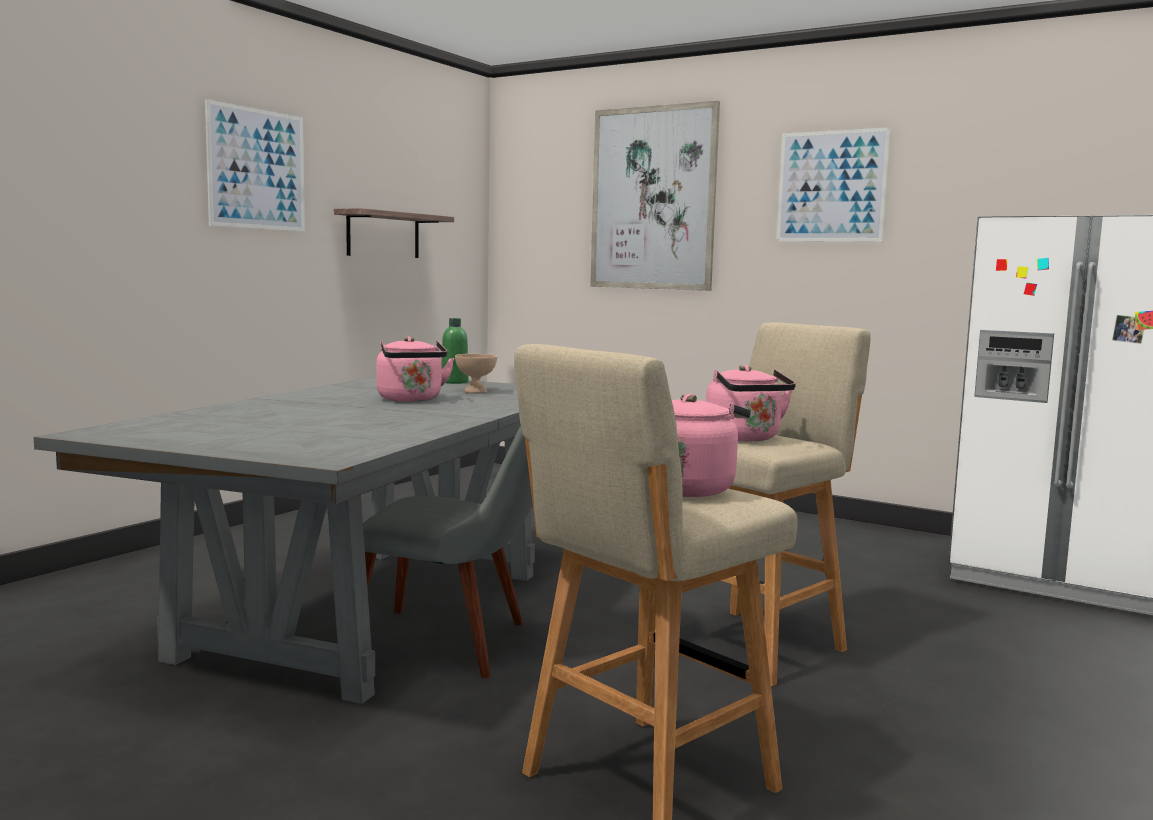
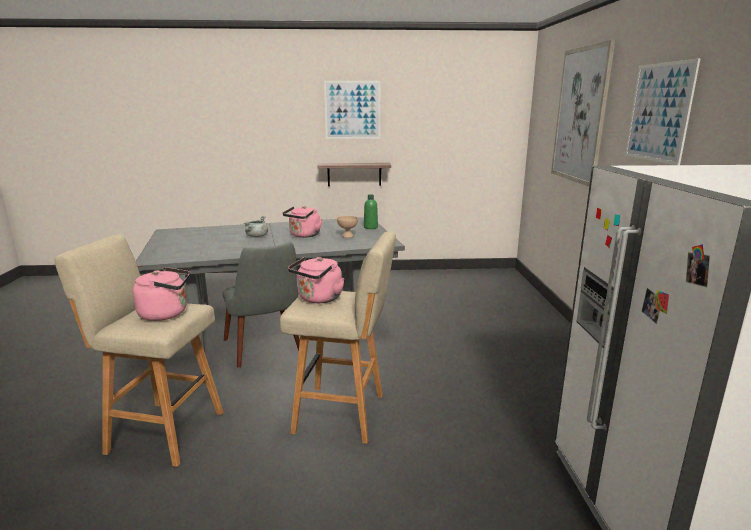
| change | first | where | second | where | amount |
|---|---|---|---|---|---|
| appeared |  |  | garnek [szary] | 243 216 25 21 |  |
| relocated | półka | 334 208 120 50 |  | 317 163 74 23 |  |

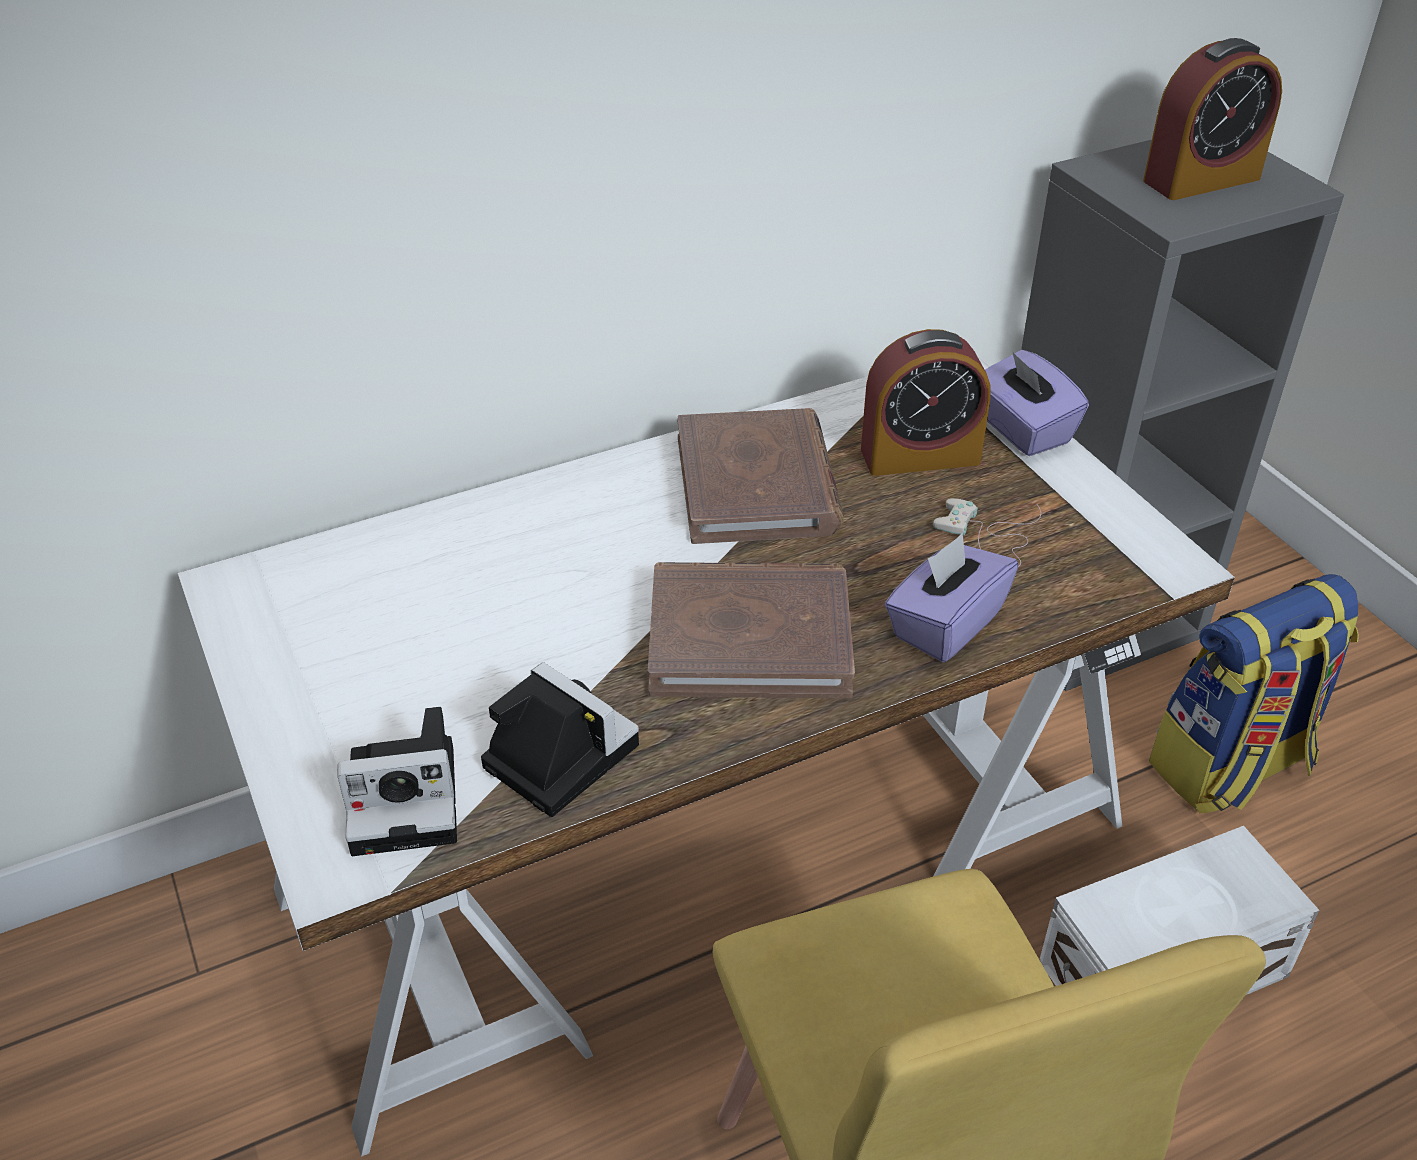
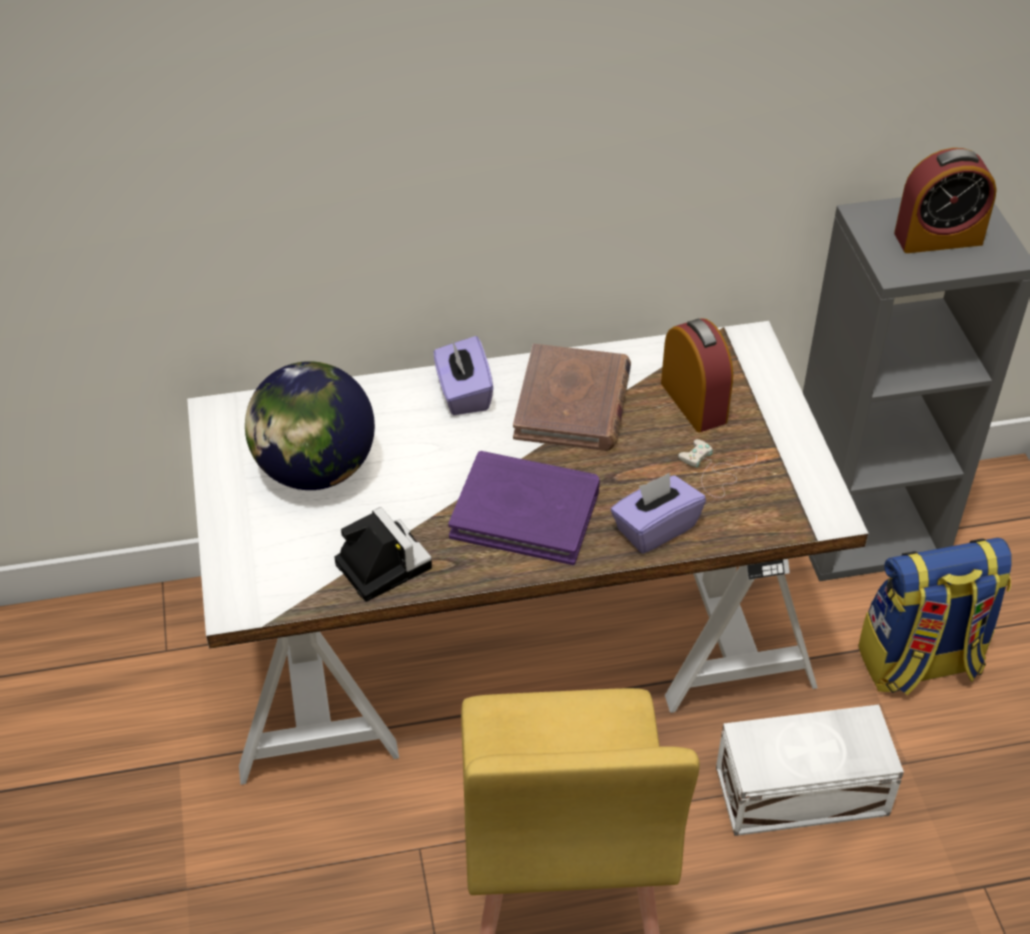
| change | first | where | second | where | amount |
|---|---|---|---|---|---|
| missing | aparat fotograficzny | 337 707 120 149 |  |  |  |
| appeared |  |  | globus | 245 361 130 129 |  |
| relocated | pudełko chusteczek [fioletowy] | 985 350 104 106 |  | 434 336 59 79 |  |
| colour | książka [brązowy] | 648 562 207 136 | książka [fioletowy] | 448 451 152 114 |  |
| spun | budzik | 861 329 130 147 |  | 661 319 72 113 | 120 degrees counterclockwise |

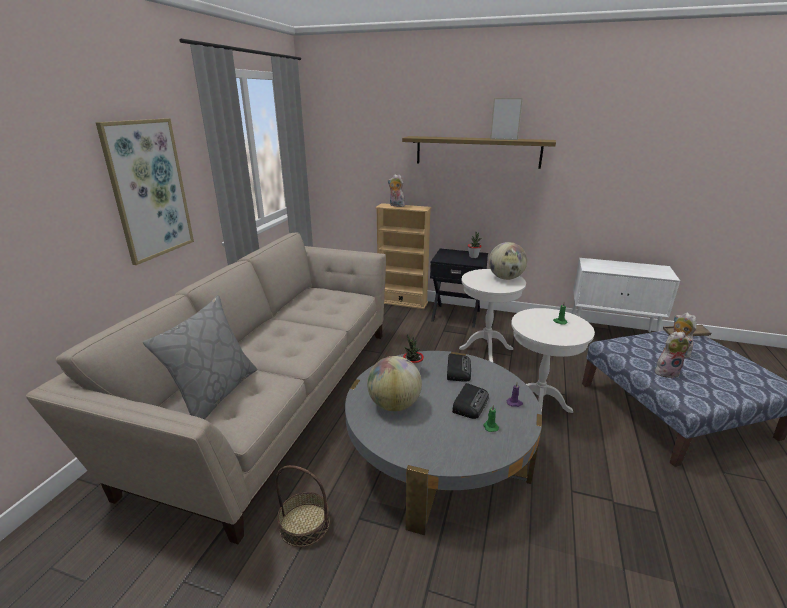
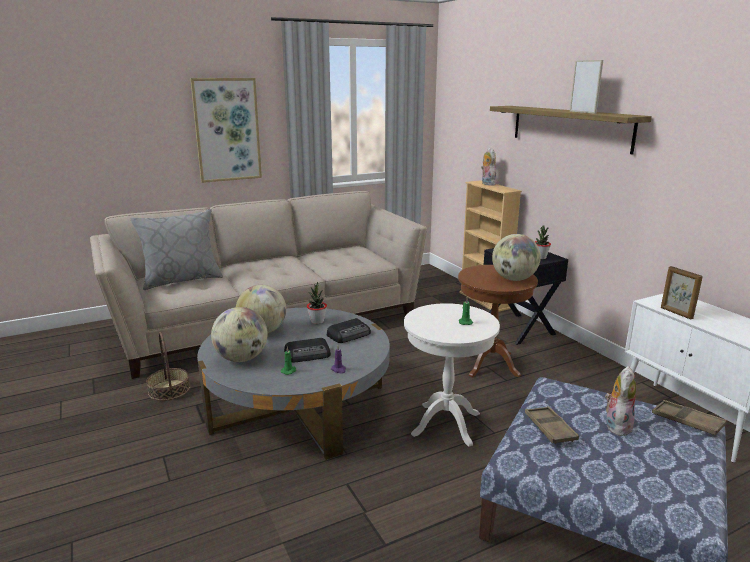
| change | first | where | second | where | amount |
|---|---|---|---|---|---|
| appeared |  |  | globus | 211 307 57 55 |  |
| appeared |  |  | ramka na zdjęcie | 661 266 42 53 |  |
| exchanged | pluszak | 655 332 38 46 | taca [brązowy] | 525 406 54 38 |  |
| colour | stolik [biały] | 459 269 67 93 | stolik [brązowy] | 458 265 80 112 |  |

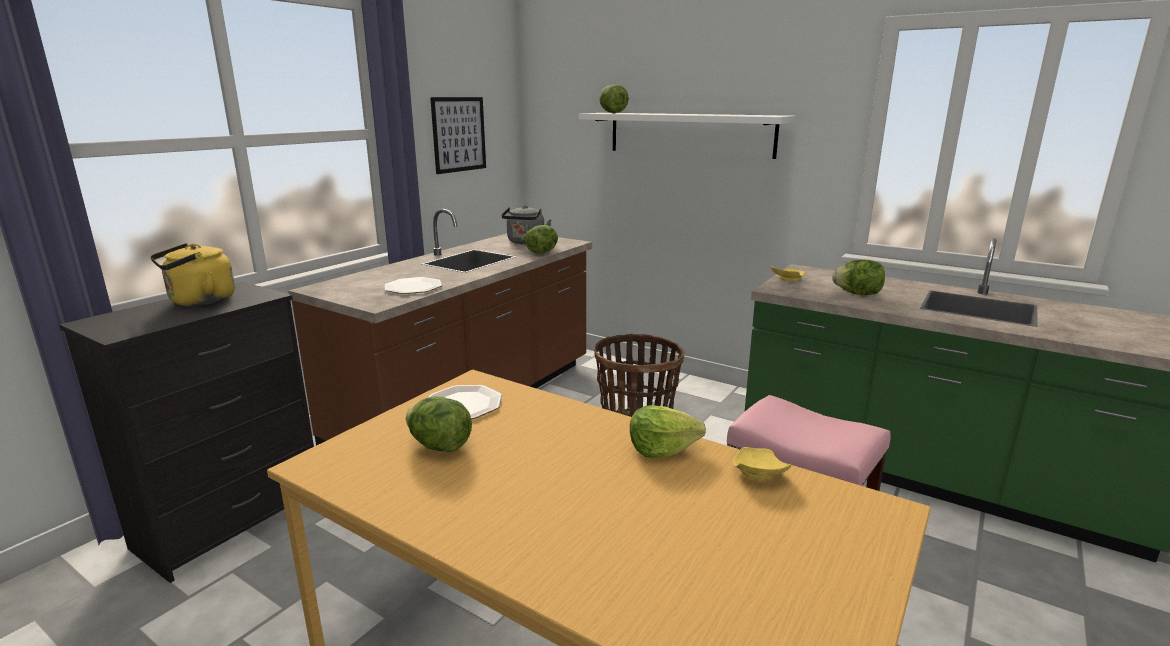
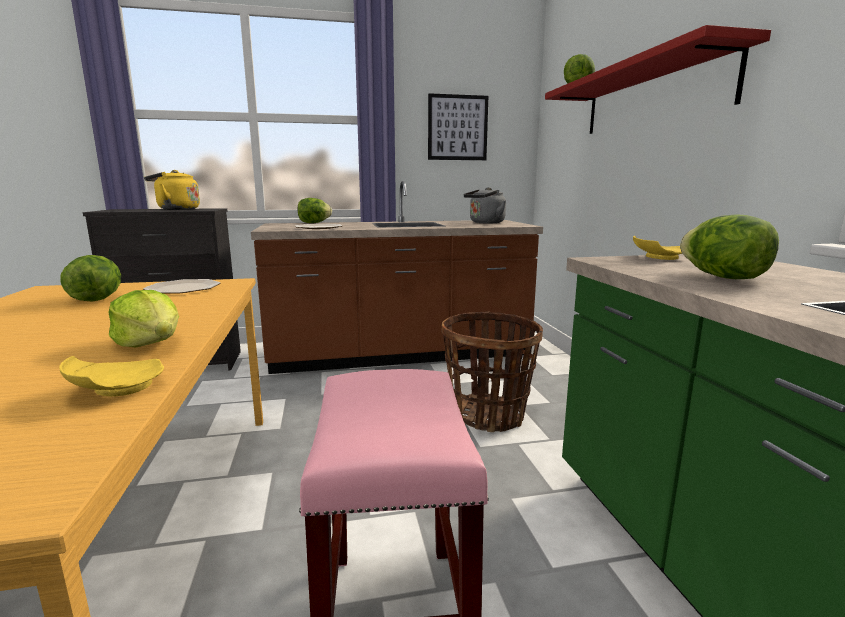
| change | first | where | second | where | amount |
|---|---|---|---|---|---|
| relocated | sałata | 525 225 33 29 |  | 297 198 35 25 |  |
| colour | półka [biały] | 579 113 217 46 | półka [czerwony] | 545 25 226 109 |  |

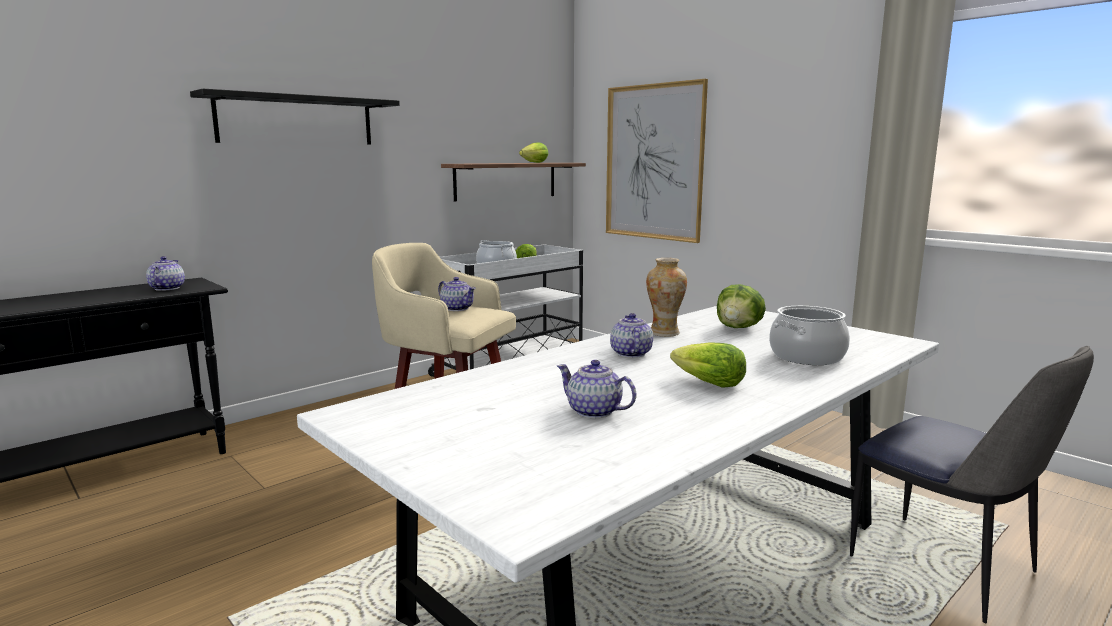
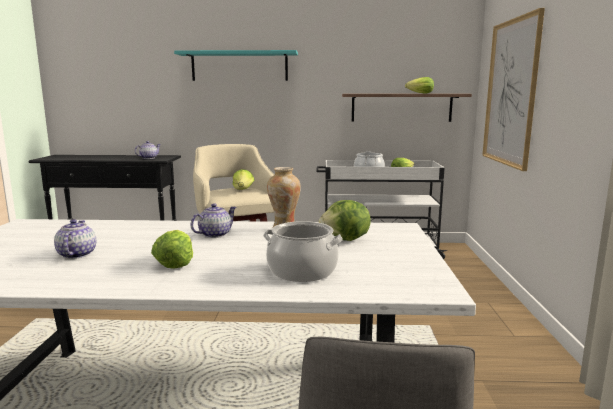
| change | first | where | second | where | amount |
|---|---|---|---|---|---|
| exchanged | imbryk | 438 277 38 34 | sałata | 233 169 21 21 |  |
| colour | półka [czarny] | 190 89 210 56 | półka [turkusowy] | 174 50 124 31 |  |

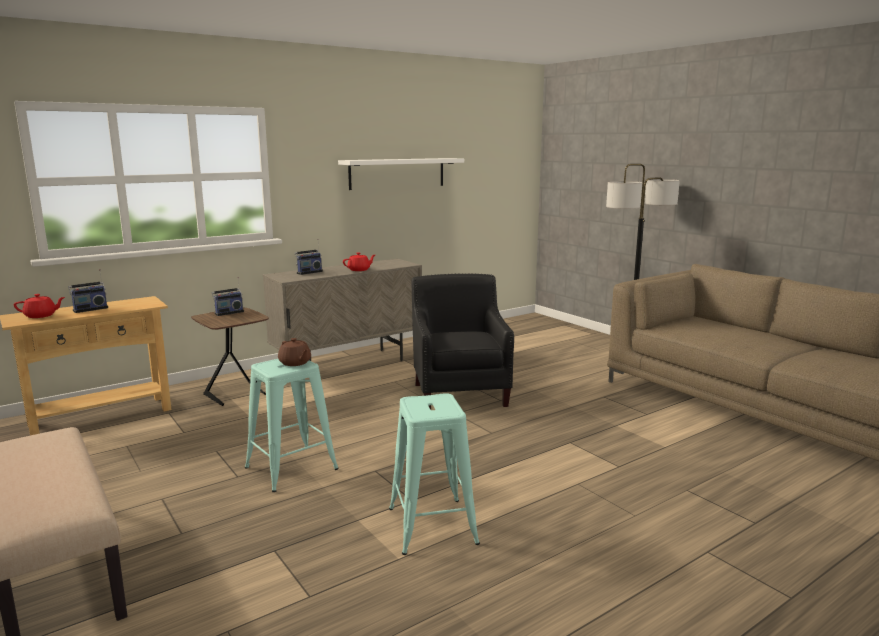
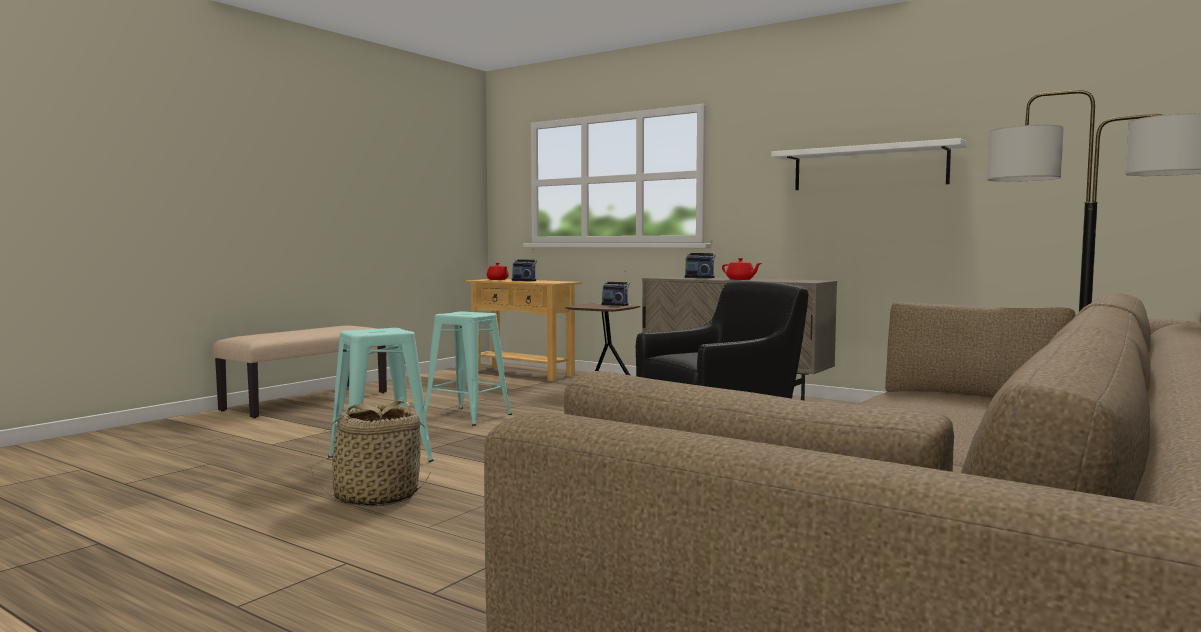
| change | first | where | second | where | amount |
|---|---|---|---|---|---|
| missing | imbryk [brązowy] | 278 338 33 28 |  |  |  |
| appeared |  |  | koszyk | 311 400 119 107 |  |

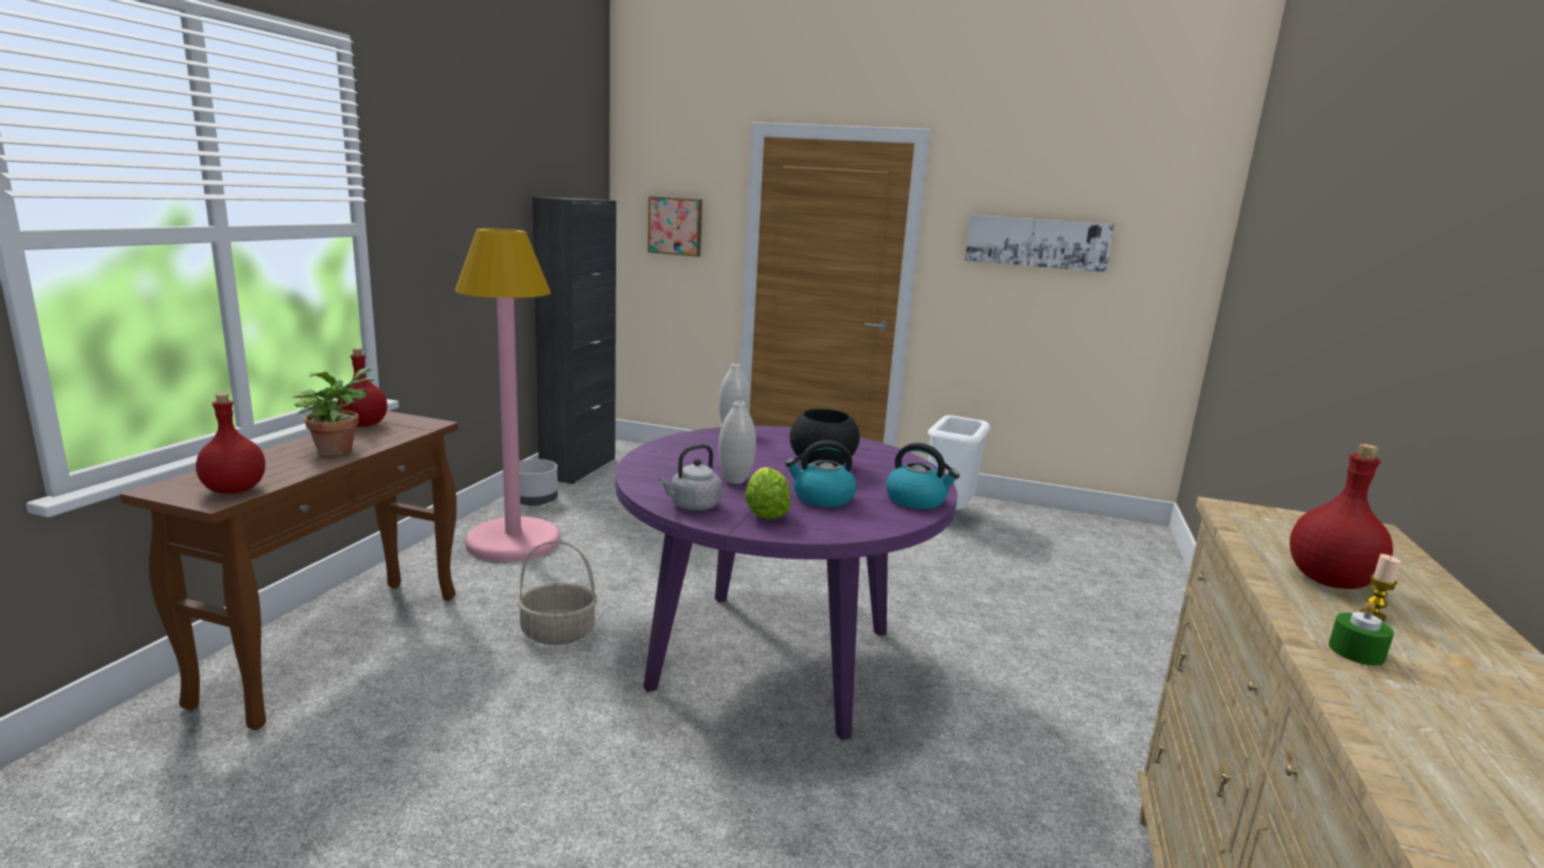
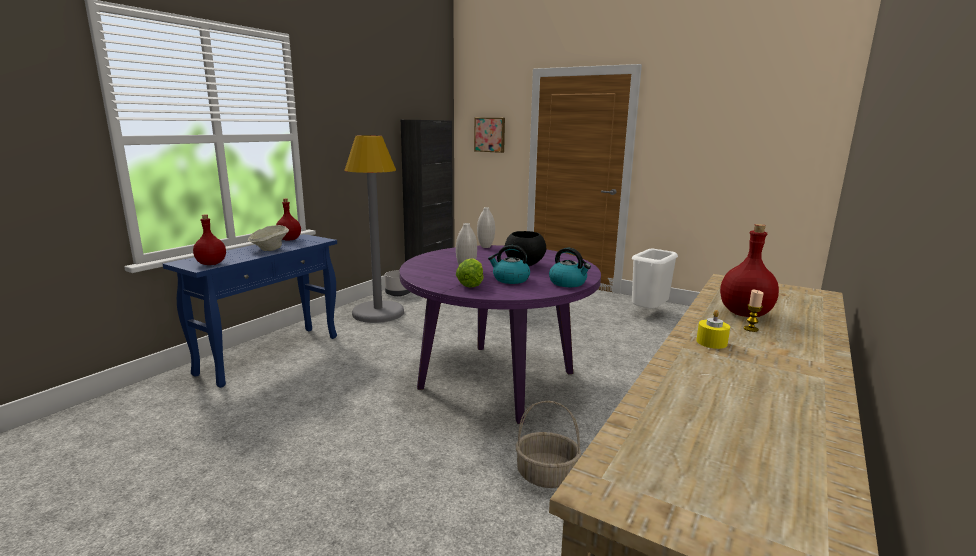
| change | first | where | second | where | amount |
|---|---|---|---|---|---|
| missing | czajnik [szary] | 659 444 63 66 |  |  |  |
| missing | obraz | 965 215 150 57 |  |  |  |
| relocated | koszyk | 517 541 80 104 |  | 516 401 65 87 |  |
| exchanged | roślina doniczkowa | 293 367 82 89 | miska [beżowy] | 248 225 41 26 |  |
| colour | stolik konsolowy [brązowy] | 120 411 338 319 | stolik konsolowy [niebieski] | 163 234 174 154 |  |
| colour | lampa stojąca [różowy] | 455 229 105 333 | lampa stojąca [szary] | 344 135 60 188 |  |
| colour | świeca [zielony] | 1329 601 65 65 | świeca [żółty] | 696 310 34 39 |  |

